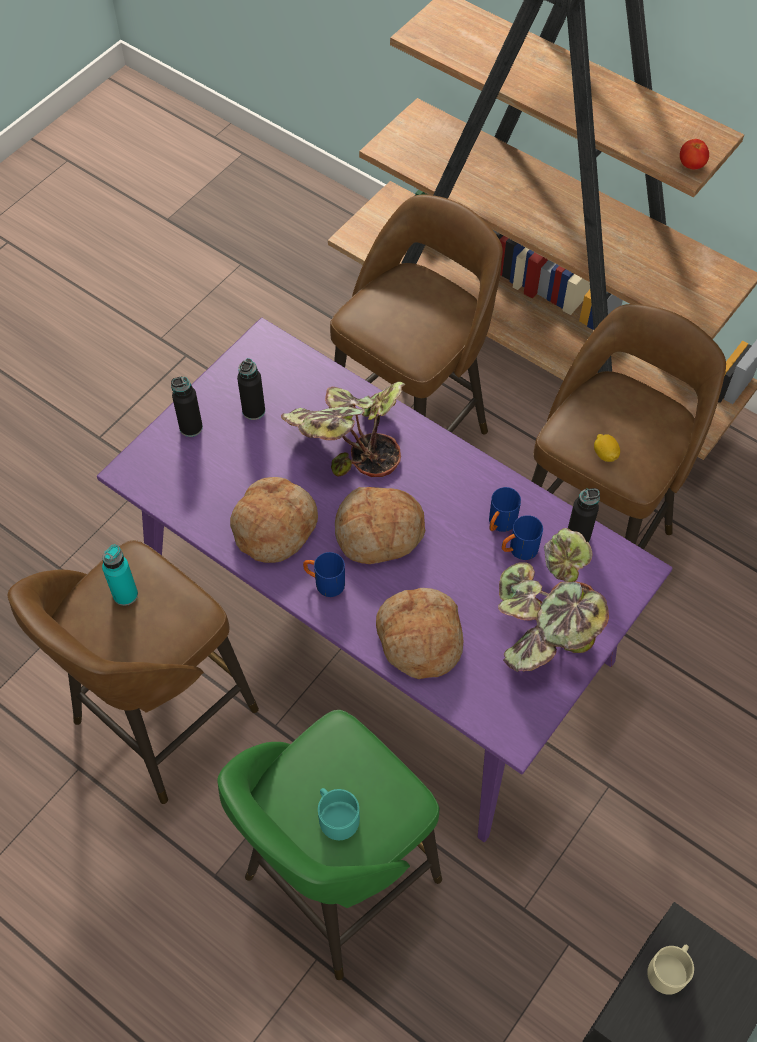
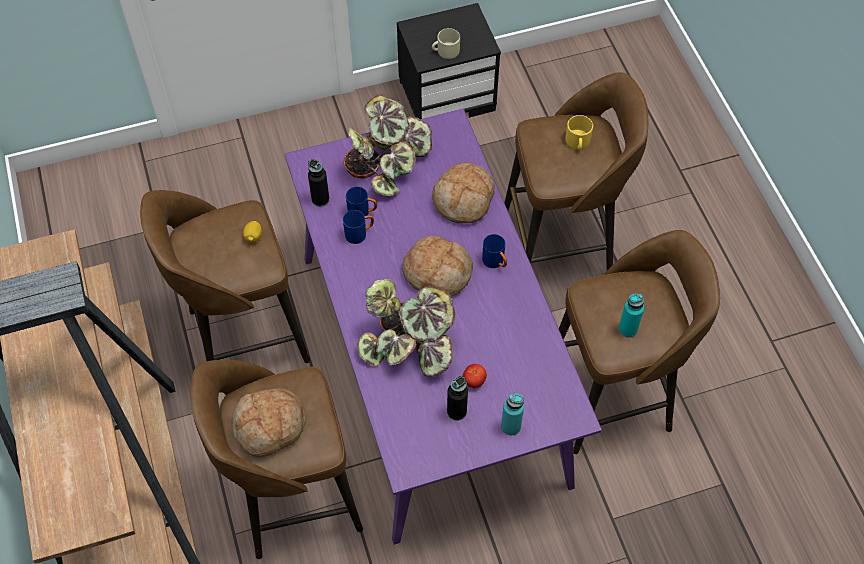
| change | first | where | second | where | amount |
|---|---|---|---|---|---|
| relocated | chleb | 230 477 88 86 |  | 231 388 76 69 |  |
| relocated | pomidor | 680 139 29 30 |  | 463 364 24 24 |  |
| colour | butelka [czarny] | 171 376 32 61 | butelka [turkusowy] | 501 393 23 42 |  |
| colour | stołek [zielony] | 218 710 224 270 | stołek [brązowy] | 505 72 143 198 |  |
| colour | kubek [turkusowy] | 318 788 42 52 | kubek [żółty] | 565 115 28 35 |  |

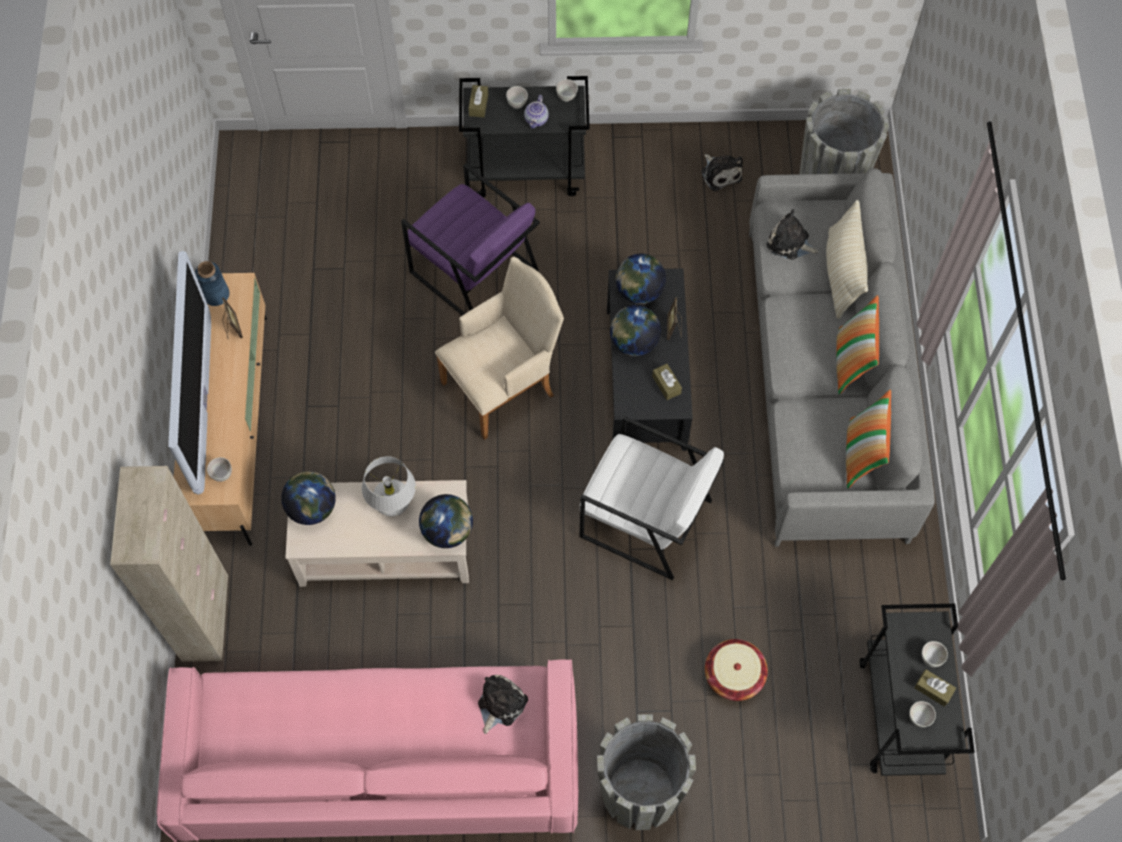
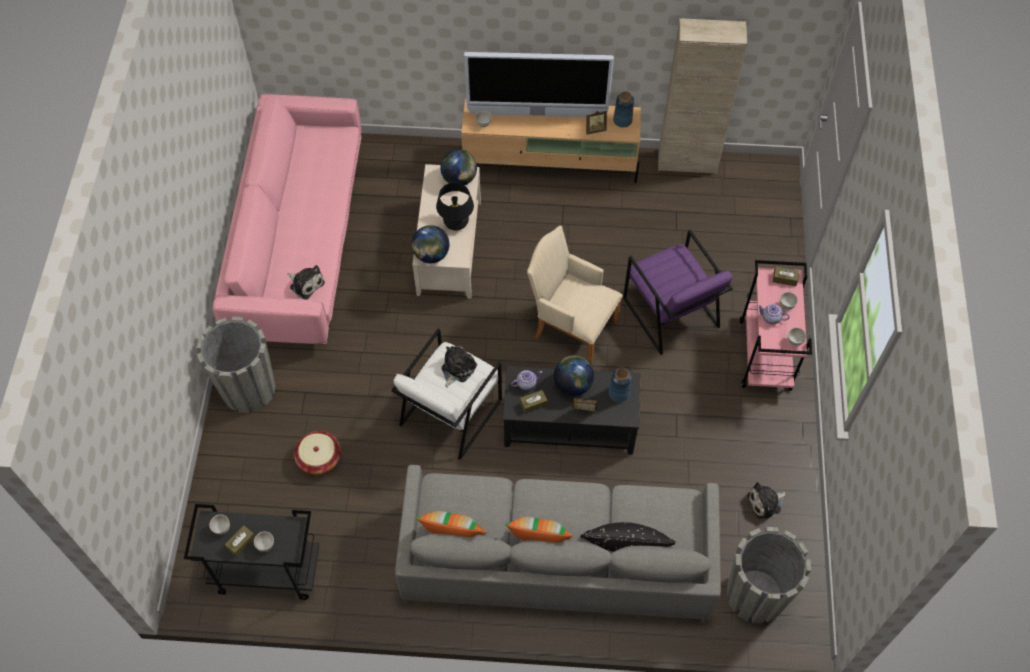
| change | first | where | second | where | amount |
|---|---|---|---|---|---|
| appeared |  |  | imbryk | 511 370 31 21 |  |
| relocated | szafka [beżowy] | 110 466 118 196 |  | 658 18 89 156 |  |
| relocated | pluszak | 766 209 53 51 |  | 441 346 36 42 |  |
| exchanged | globus | 616 254 50 50 | wazon [niebieski] | 609 368 23 34 |  |
| colour | lampa stołowa [biały] | 362 456 54 60 | lampa stołowa [czarny] | 436 182 38 49 |  |
| colour | wózek [czarny] | 459 76 131 122 | wózek [różowy] | 740 260 72 131 |  |
| colour | poduszka [beżowy] | 826 200 42 119 | poduszka [czarny] | 580 522 96 30 |  |
| spun | fotel [fioletowy] | 401 163 139 153 |  | 623 229 110 126 | 75 degrees counterclockwise |
| spun | fotel [beżowy] | 435 257 129 183 |  | 527 225 96 140 | 150 degrees clockwise |

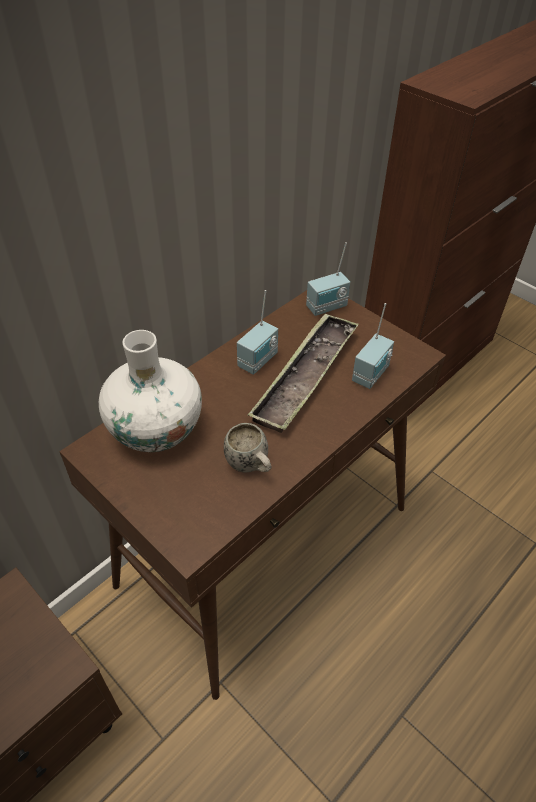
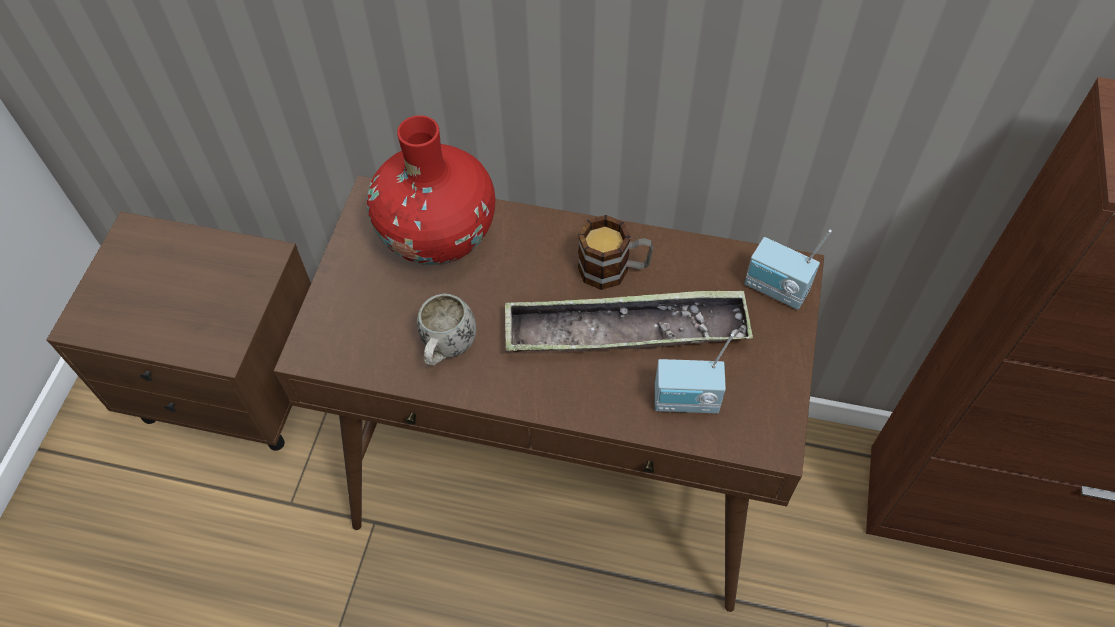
| change | first | where | second | where | amount |
|---|---|---|---|---|---|
| exchanged | radio | 237 290 41 85 | kubek | 578 215 76 75 |  |
| colour | wazon [biały] | 99 330 103 122 | wazon [czerwony] | 367 115 128 150 |  |

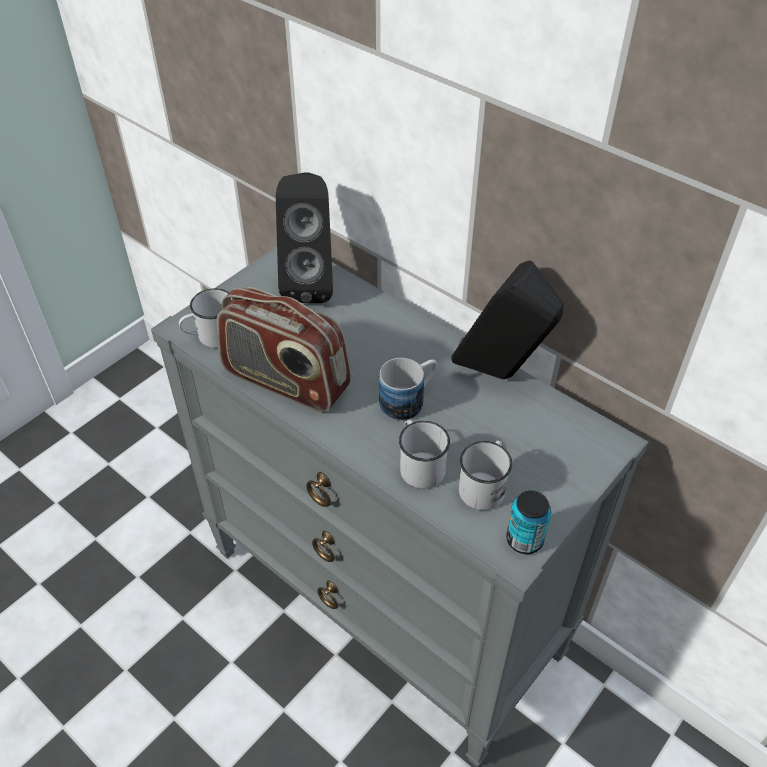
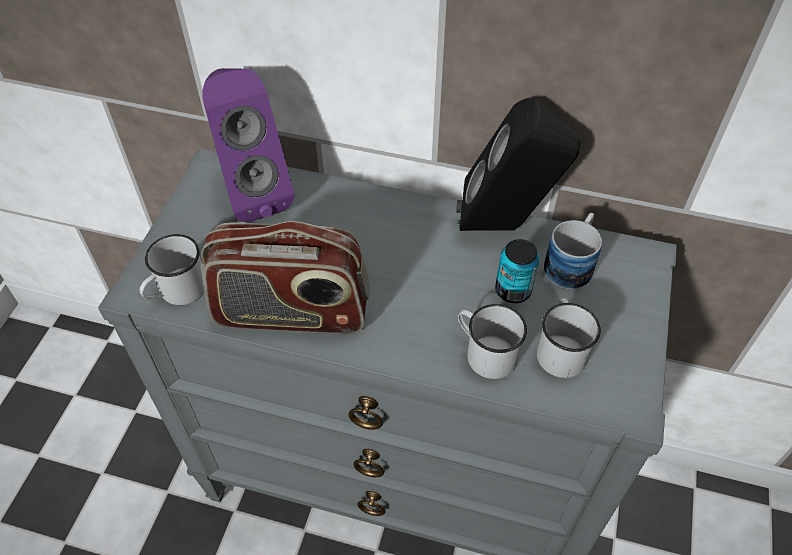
| change | first | where | second | where | amount |
|---|---|---|---|---|---|
| relocated | kubek | 379 358 58 63 |  | 544 213 58 76 |  |
| relocated | puszka | 506 491 45 63 |  | 495 239 44 64 |  |
| colour | głośnik [czarny] | 276 172 57 131 | głośnik [fioletowy] | 203 68 91 154 |  |

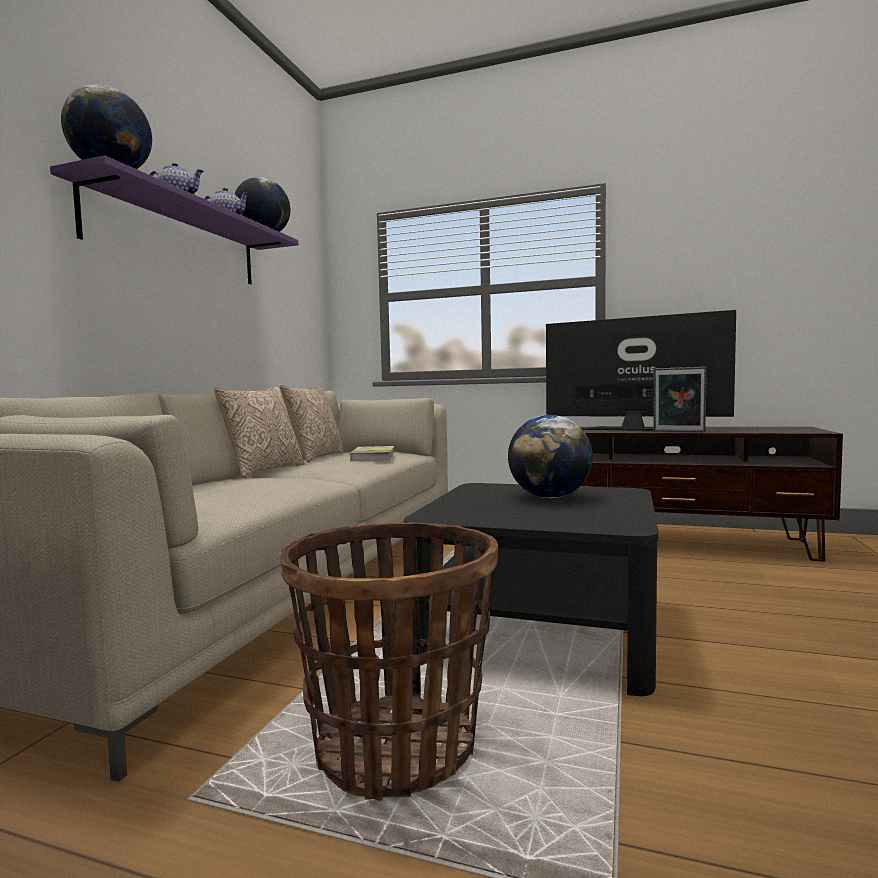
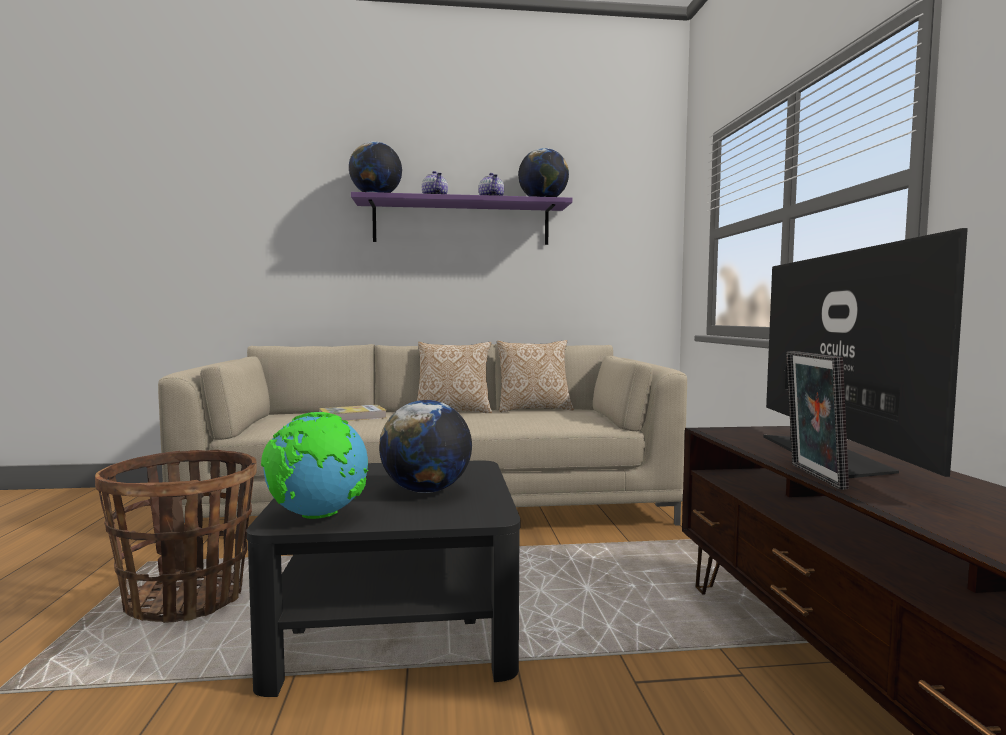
| change | first | where | second | where | amount |
|---|---|---|---|---|---|
| appeared |  |  | globus | 261 412 107 107 |  |
| relocated | książka | 350 446 45 15 |  | 319 405 67 16 |  |

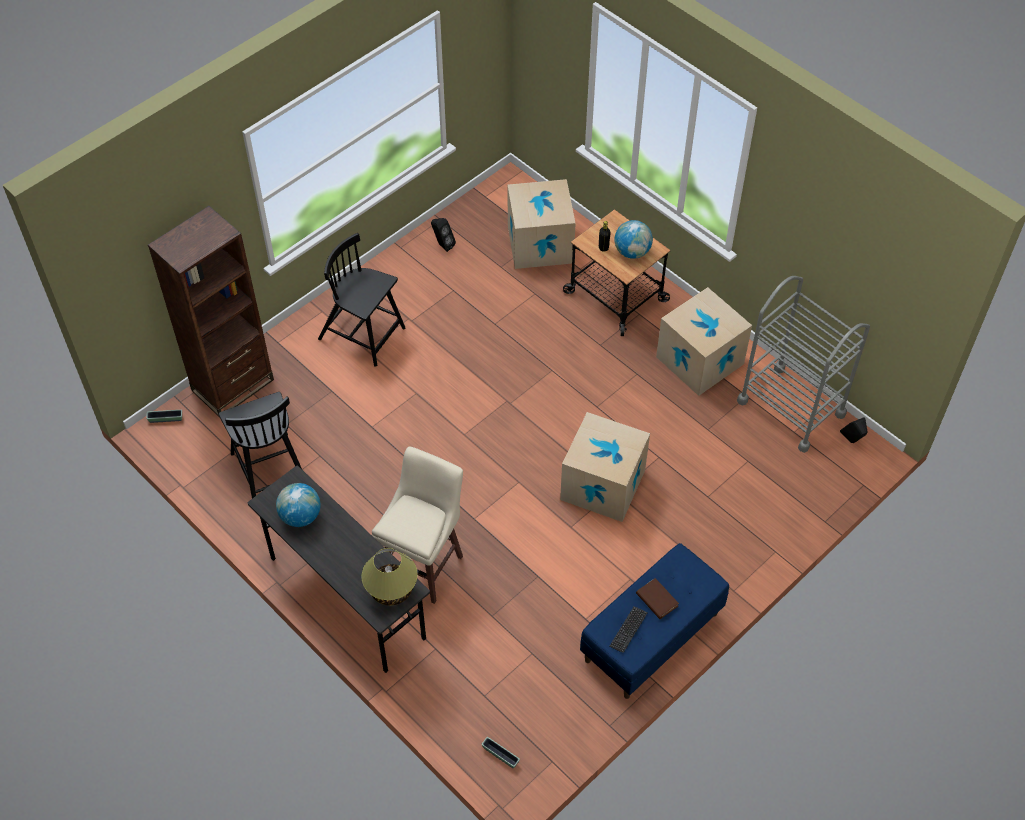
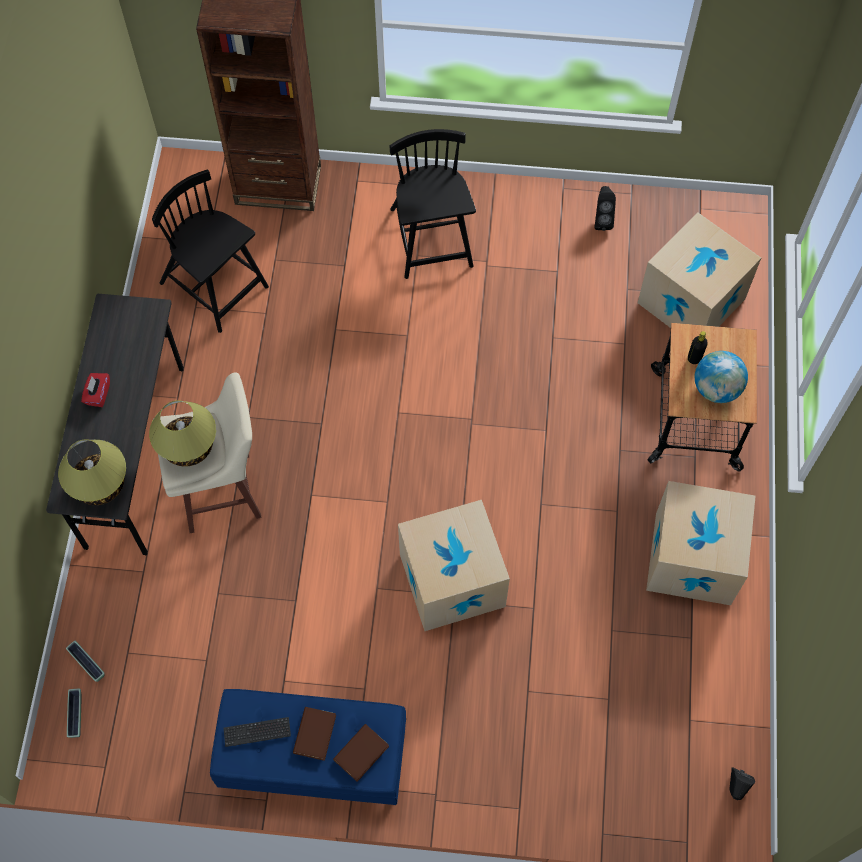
| change | first | where | second | where | amount |
|---|---|---|---|---|---|
| missing | globus | 276 483 45 44 |  |  |  |
| missing | wózek [szary] | 737 276 133 177 |  |  |  |
| appeared |  |  | pudełko chusteczek [czerwony] | 81 373 29 34 |  |
| appeared |  |  | lampa stołowa | 149 400 67 66 |  |
| appeared |  |  | książka [brązowy] | 333 724 56 58 |  |
| relocated | donica | 146 410 36 13 |  | 66 641 39 41 |  |
| spun | krzesło [czarny] | 219 392 83 107 |  | 152 170 117 163 | 105 degrees clockwise |

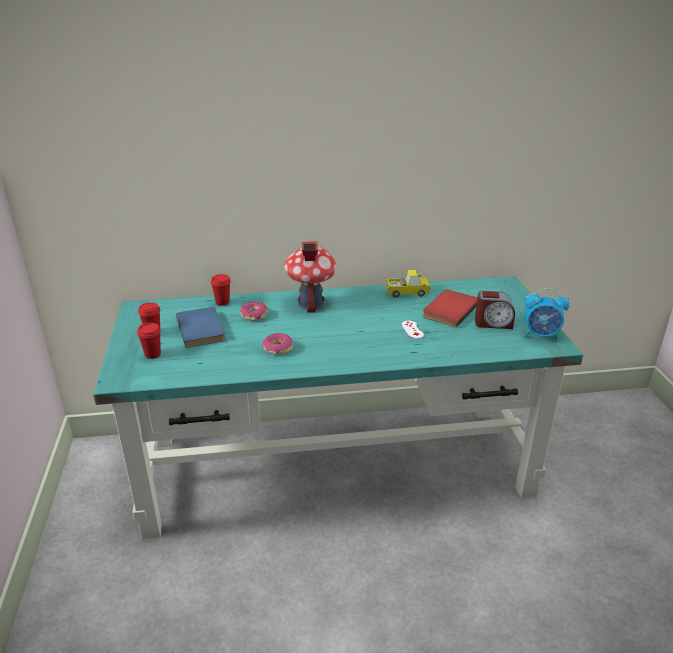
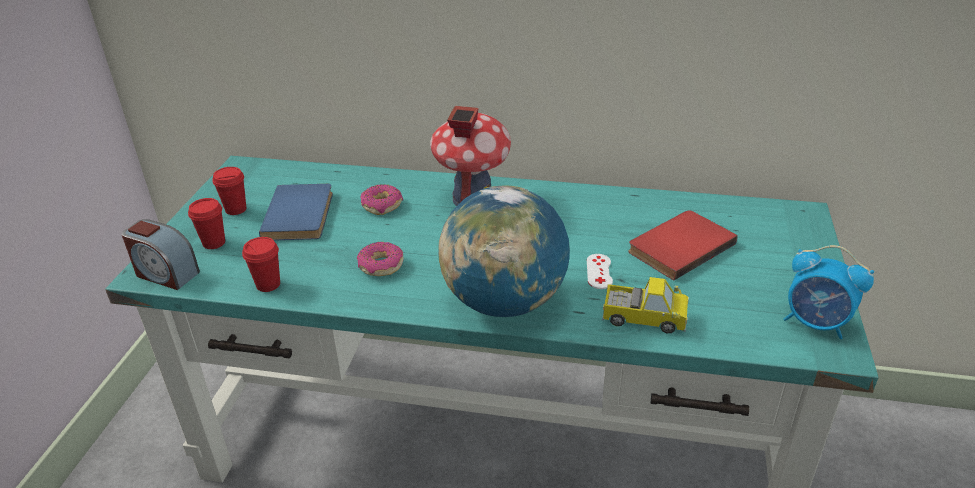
| change | first | where | second | where | amount |
|---|---|---|---|---|---|
| appeared |  |  | globus | 438 186 132 131 |  |
| relocated | filiżanka [czerwony] | 211 274 20 32 |  | 242 237 38 55 |  |
| relocated | ciężarówka zabawkowa | 386 270 45 28 |  | 602 277 87 56 |  |
| relocated | budzik | 475 291 40 38 |  | 122 219 78 71 |  |

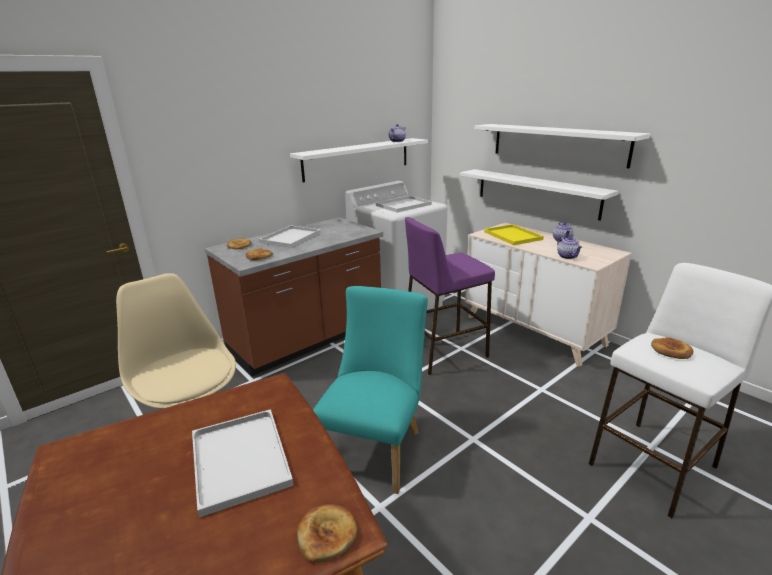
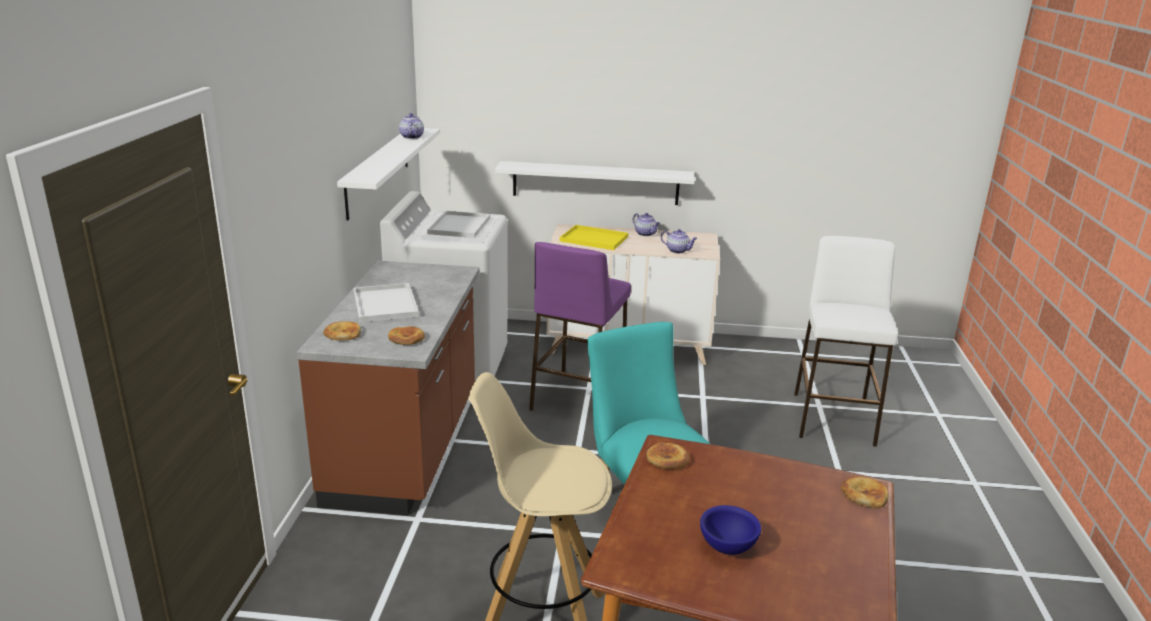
| change | first | where | second | where | amount |
|---|---|---|---|---|---|
| missing | taca [biały] | 192 409 102 108 |  |  |  |
| missing | półka [biały] | 474 124 176 45 |  |  |  |
| appeared |  |  | miska [niebieski] | 700 505 61 50 |  |
| relocated | chleb | 651 337 43 22 |  | 647 443 43 26 |  |

